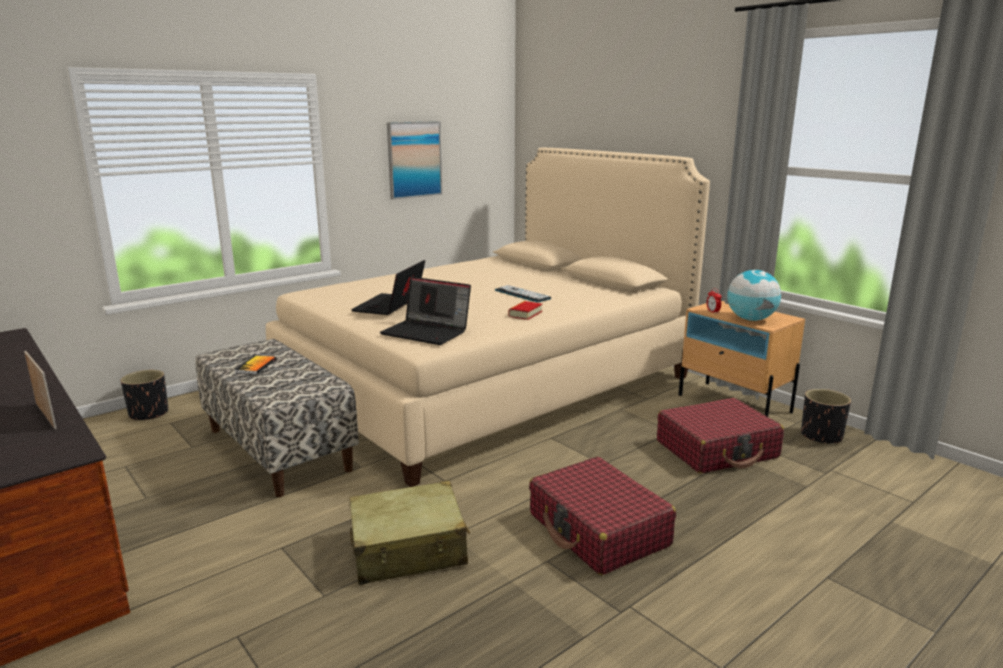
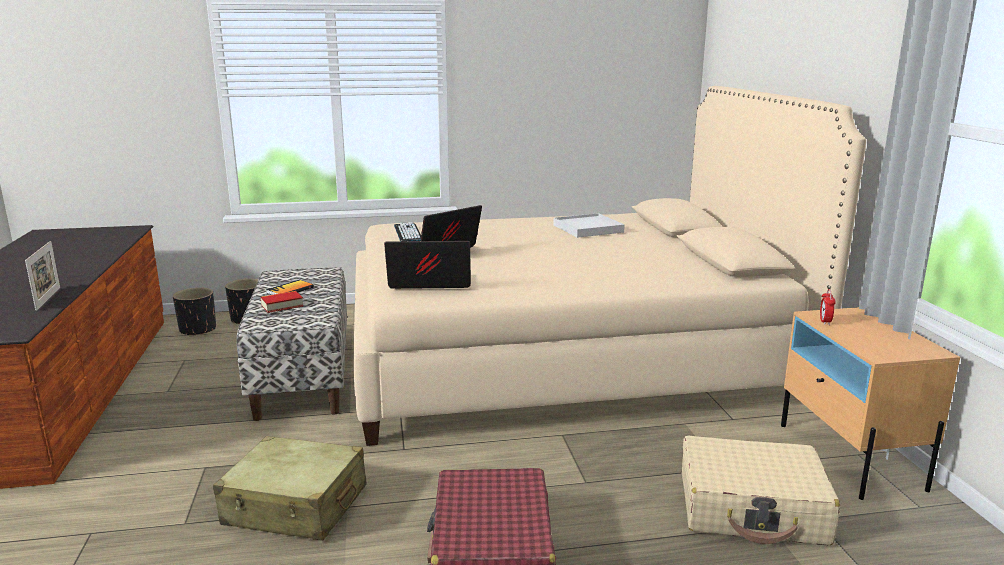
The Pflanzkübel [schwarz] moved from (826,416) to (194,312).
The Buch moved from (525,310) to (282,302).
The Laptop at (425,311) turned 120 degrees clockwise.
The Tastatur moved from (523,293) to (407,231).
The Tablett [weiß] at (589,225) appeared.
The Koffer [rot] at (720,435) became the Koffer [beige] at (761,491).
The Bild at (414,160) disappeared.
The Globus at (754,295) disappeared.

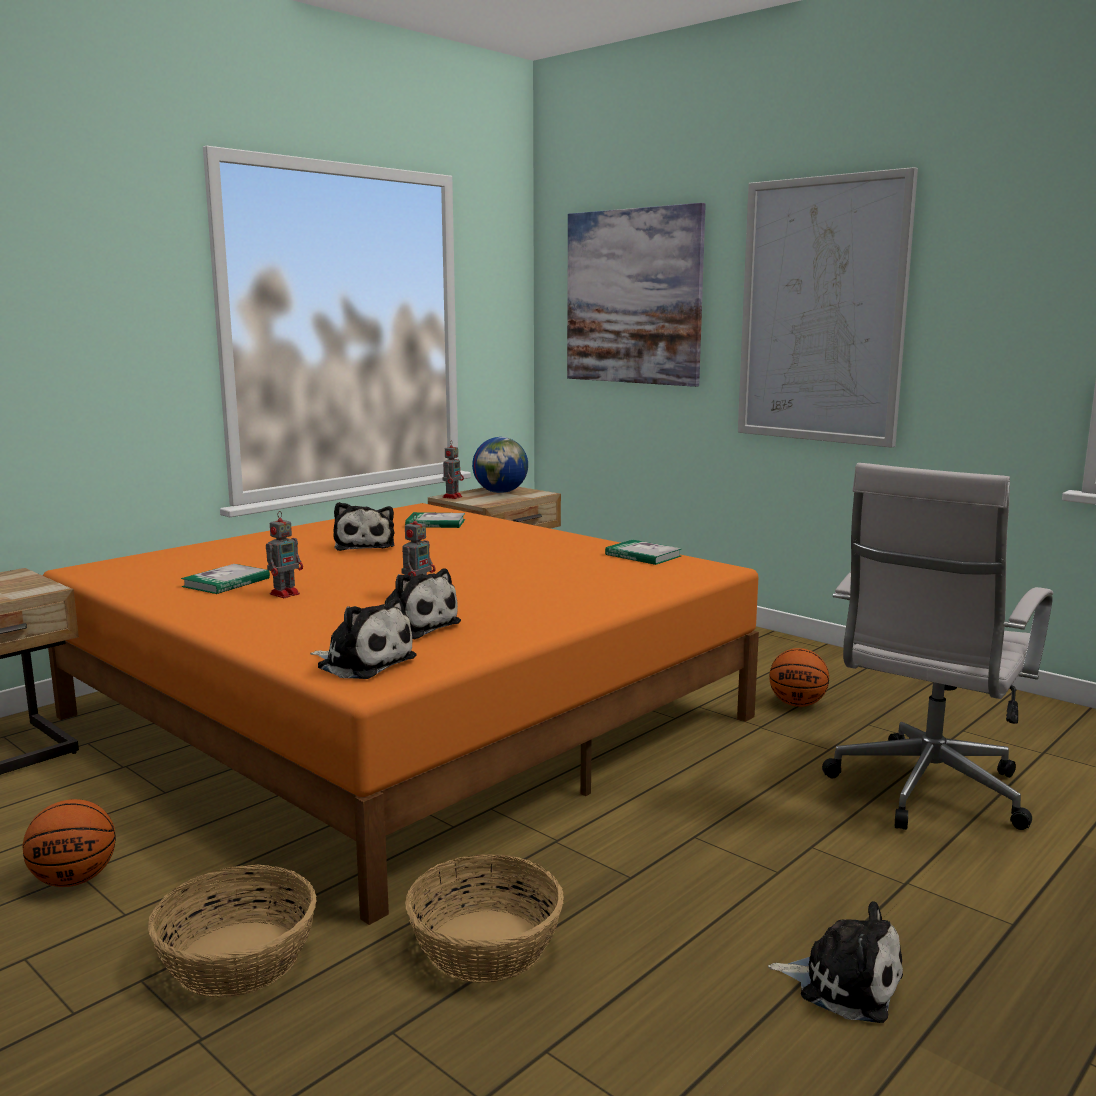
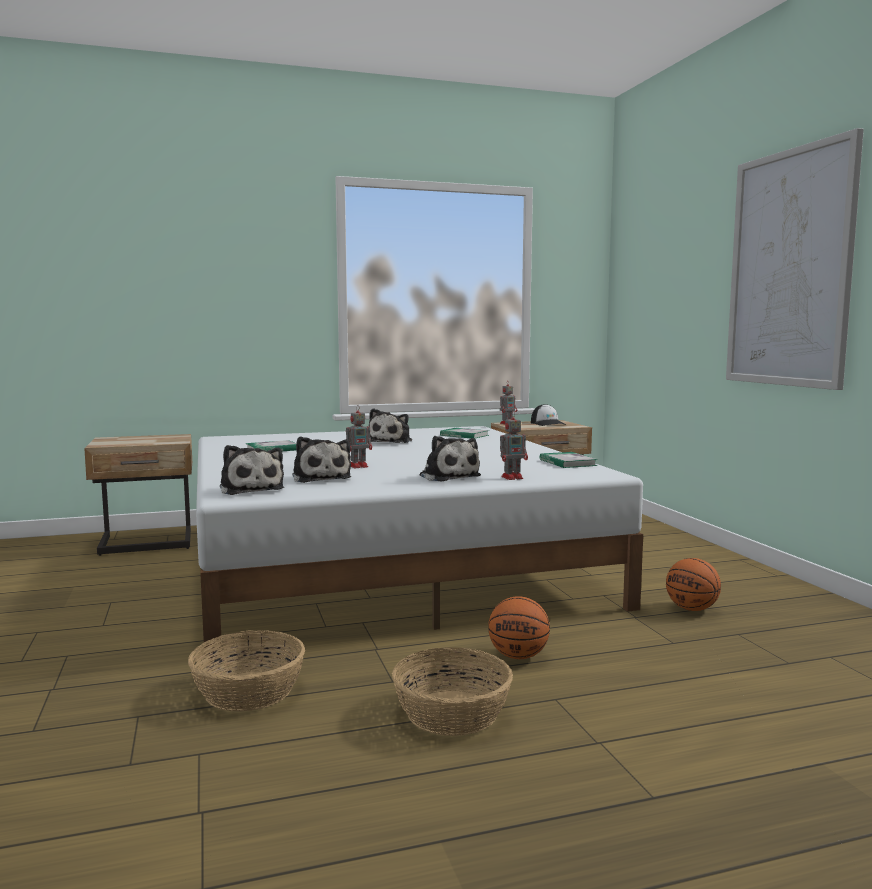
The Bett [orange] at (401,714) became the Bett [weiß] at (419,544).
The Korb moved from (232,931) to (452,691).
The Plüschtier moved from (835,962) to (450,459).
The Basketball moved from (69,843) to (519,627).
The Spielzeugroboter moved from (284,554) to (514,445).
The Globus at (500,465) was replaced by the Kappe at (548,415).
The Bild at (636,295) disappeared.
The Bürostuhl [weiß] at (937,646) disappeared.

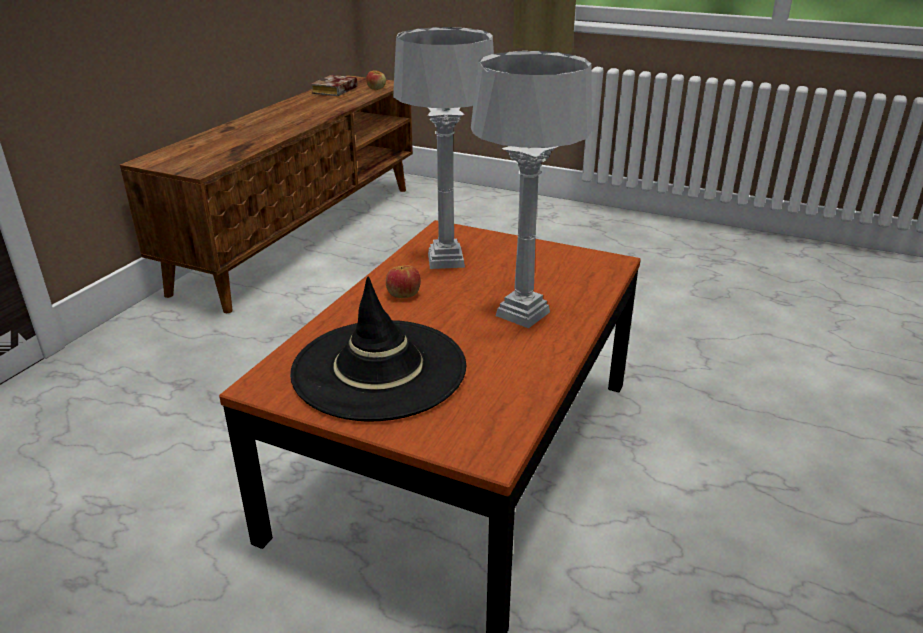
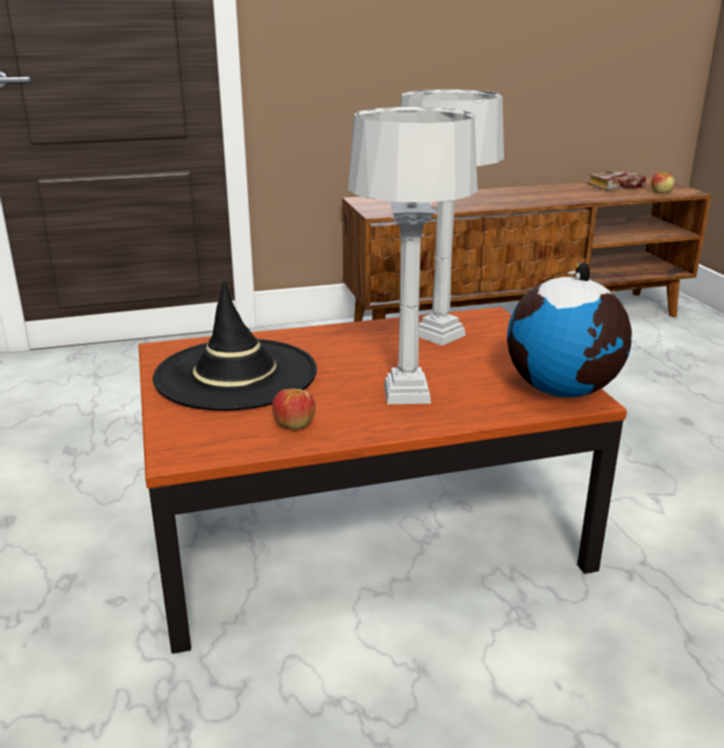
The Apfel moved from (403,281) to (294,409).
The Globus at (569,329) appeared.

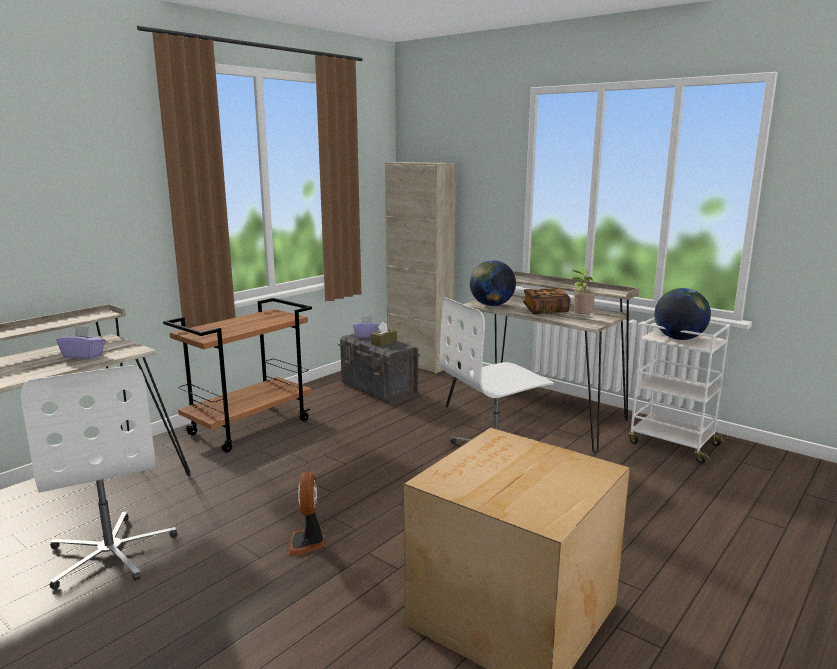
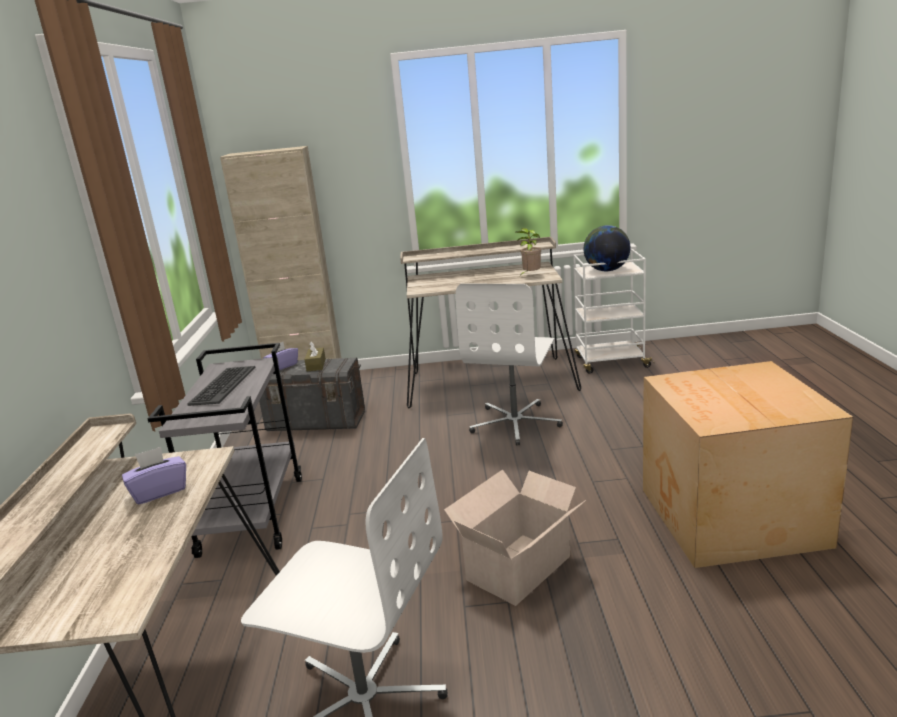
The Rollwagen [braun] at (237,375) became the Rollwagen [grau] at (225,450).
The Tastatur at (221,386) appeared.
The Ventilator at (307,514) was replaced by the Karton at (515,537).
The Globus at (493,283) disappeared.
The Buch at (547,301) disappeared.

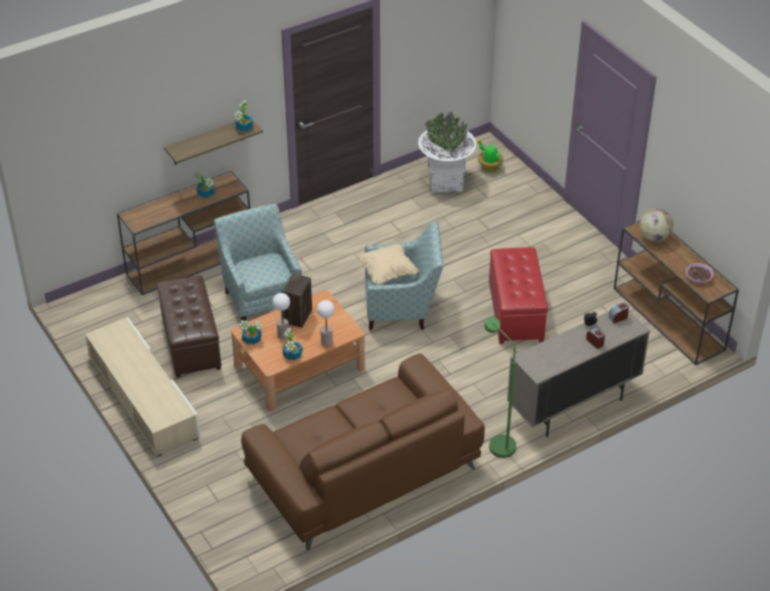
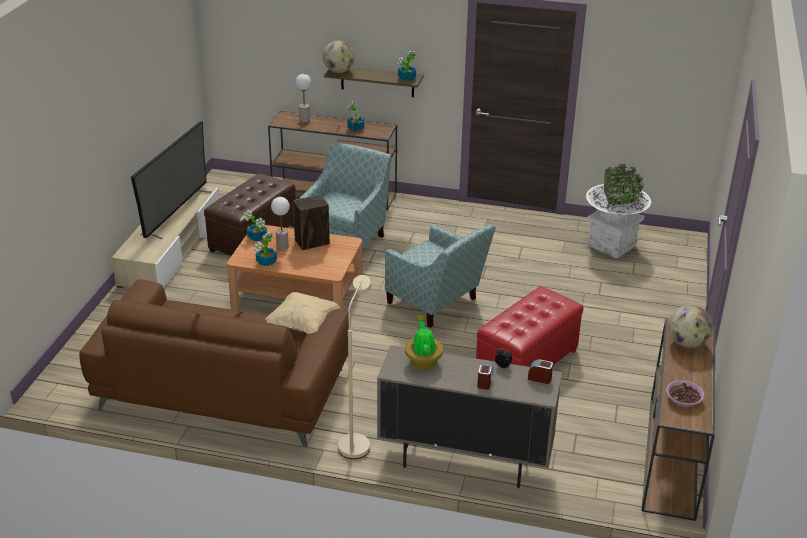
The Fernseher at (171,180) appeared.
The Kissen [beige] moved from (389,264) to (302,313).
The Tischlampe moved from (326,323) to (303,98).
The Globus at (339,56) appeared.
The Stehlampe [grün] at (500,387) became the Stehlampe [beige] at (354,367).
The Topfpflanze moved from (489,155) to (424,343).

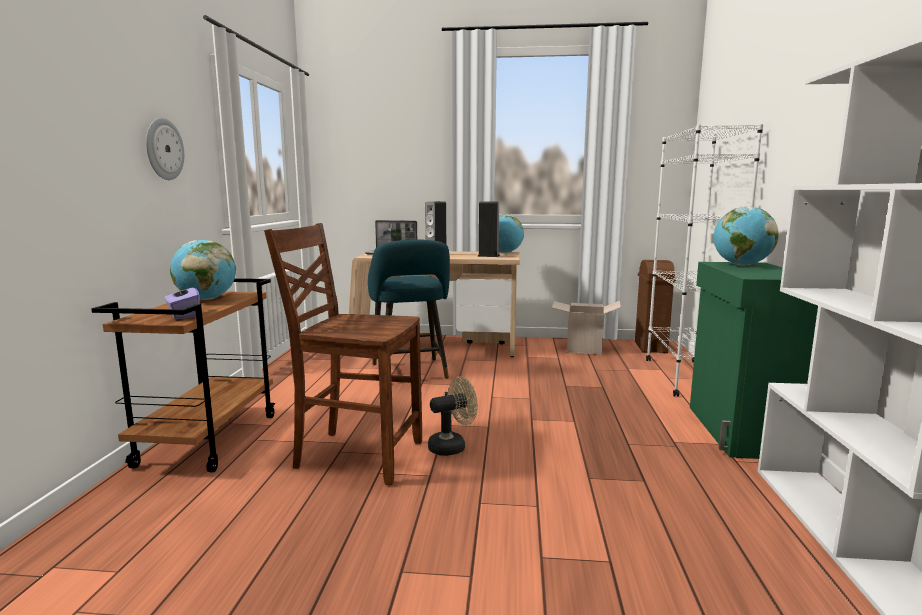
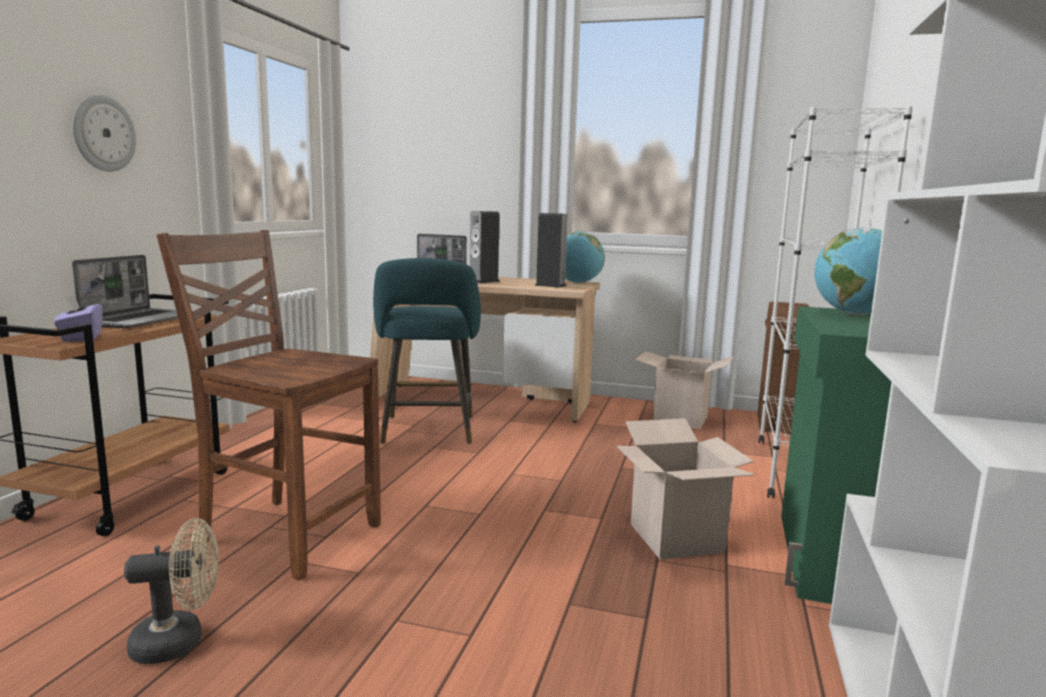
The Globus at (203,270) was replaced by the Laptop at (132,291).
The Ventilator [beige] moved from (453,416) to (171,591).
The Karton at (686,489) appeared.

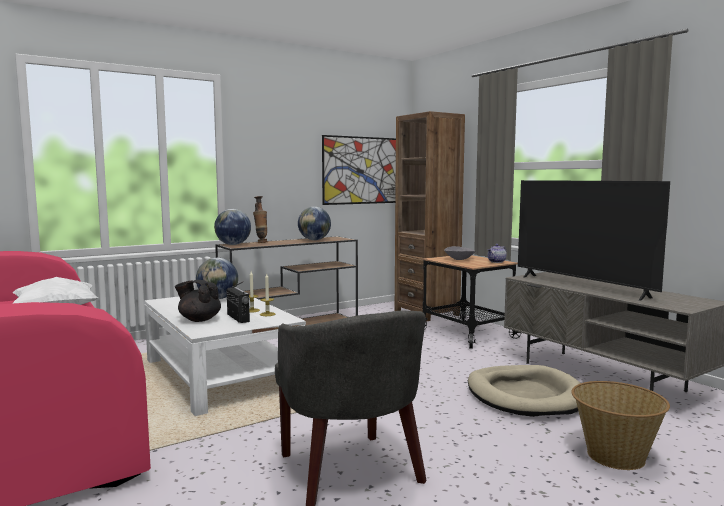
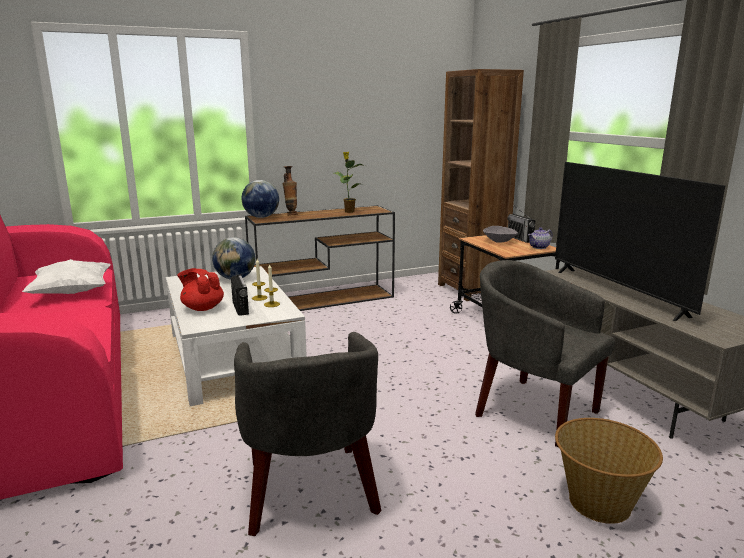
The Teekanne [schwarz] at (198,301) became the Teekanne [rot] at (200,289).
The Globus at (314,223) was replaced by the Topfpflanze at (349,182).
The Hundebett [beige] at (524,391) was replaced by the Sessel [grau] at (545,353).
The Radio at (521,224) appeared.
The Bild at (359,170) disappeared.

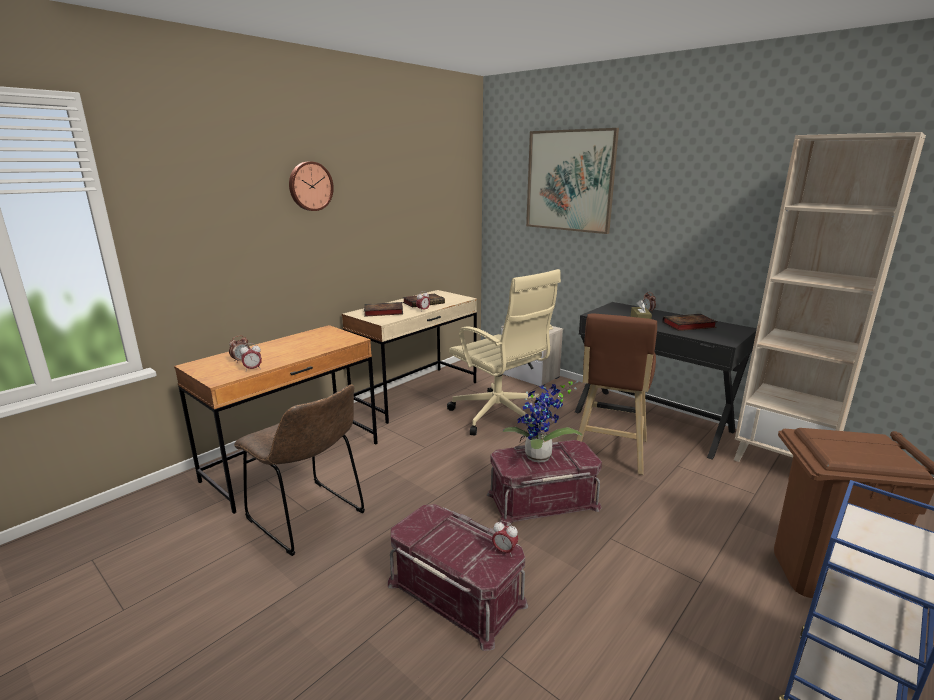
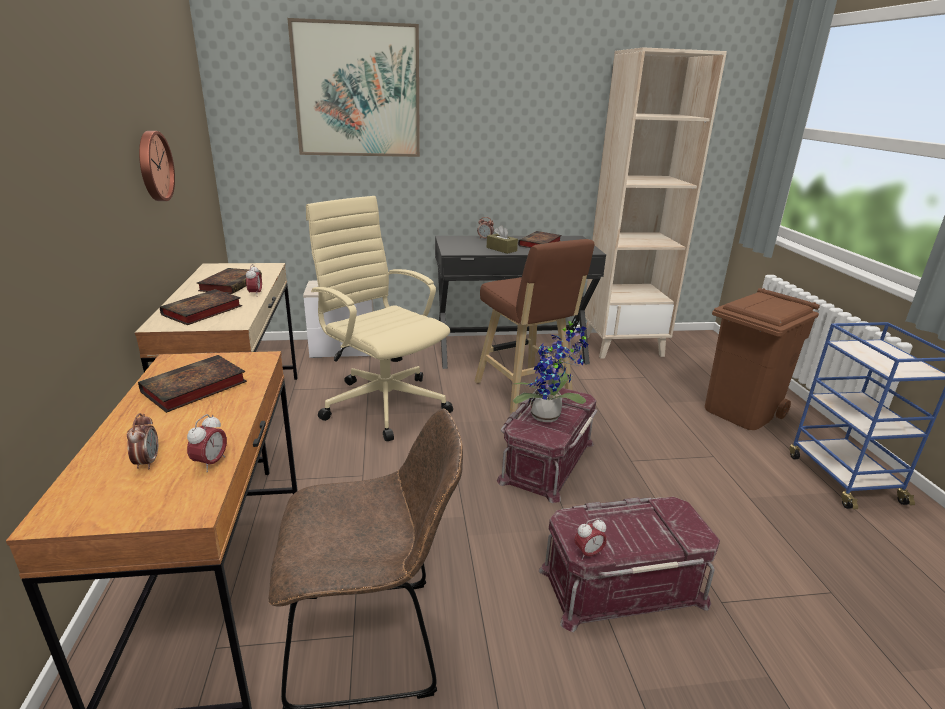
The Buch at (192,384) appeared.
The Wanduhr moved from (311,186) to (157,166).
The Bürostuhl [beige] at (504,352) turned 135 degrees counterclockwise.
The Wecker moved from (505,539) to (590,539).

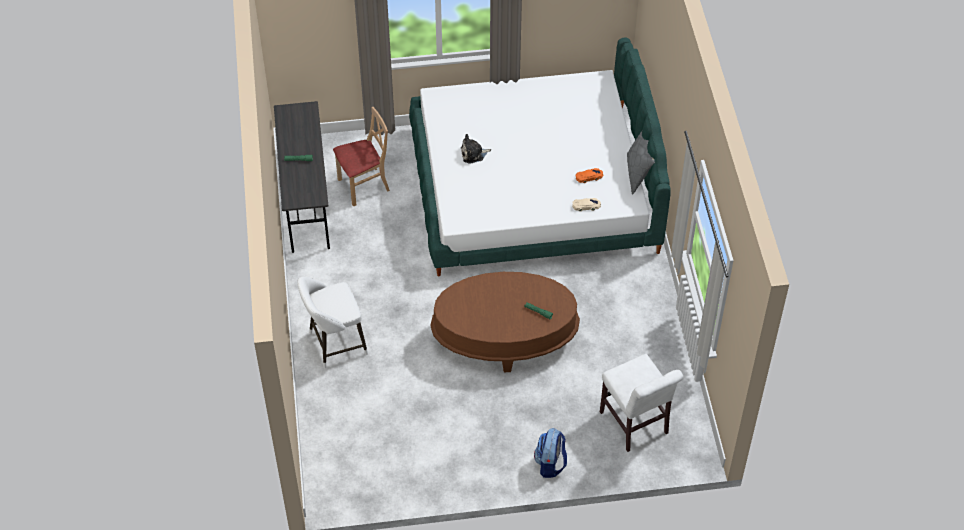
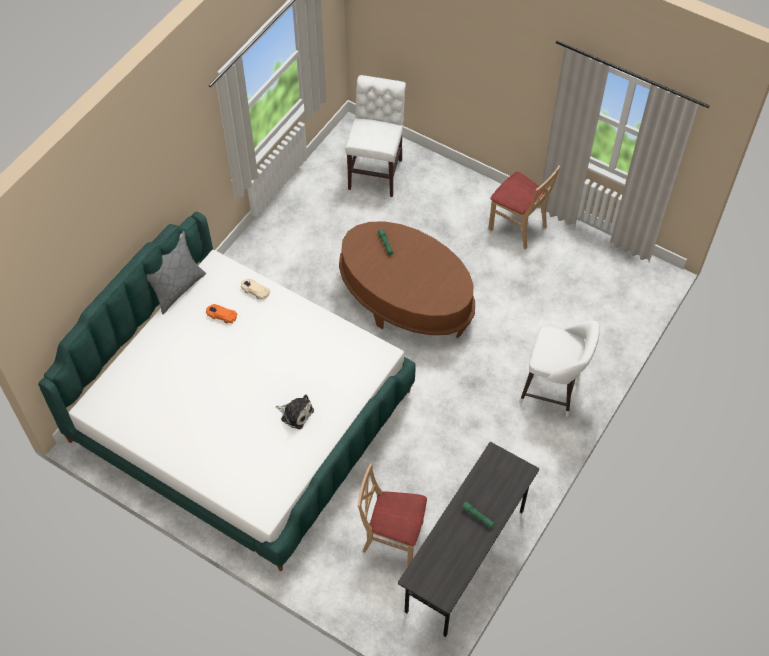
The Stuhl [beige] at (524,207) appeared.
The Rucksack at (550,453) disappeared.

